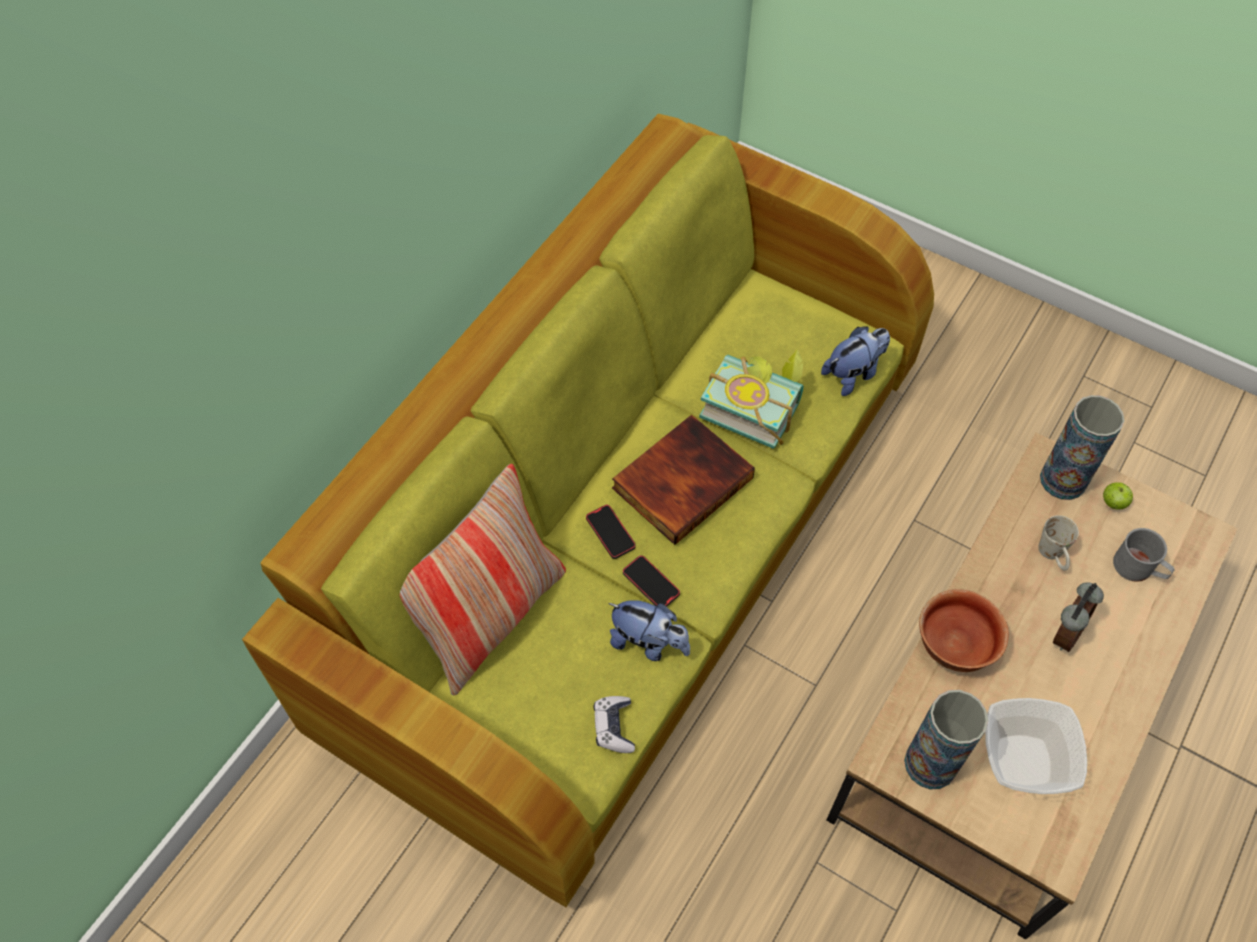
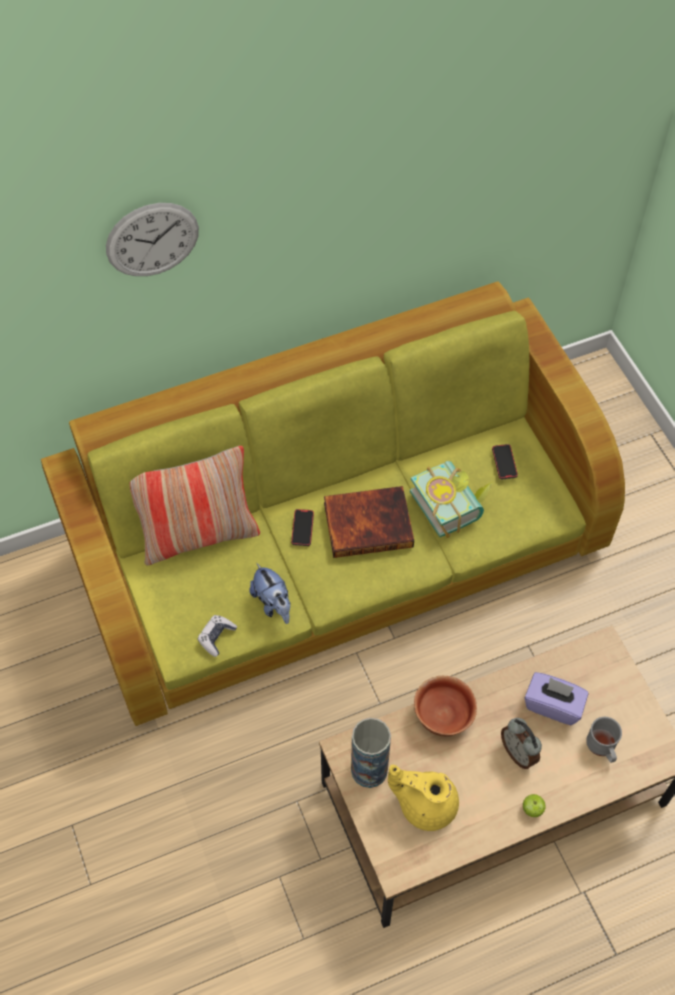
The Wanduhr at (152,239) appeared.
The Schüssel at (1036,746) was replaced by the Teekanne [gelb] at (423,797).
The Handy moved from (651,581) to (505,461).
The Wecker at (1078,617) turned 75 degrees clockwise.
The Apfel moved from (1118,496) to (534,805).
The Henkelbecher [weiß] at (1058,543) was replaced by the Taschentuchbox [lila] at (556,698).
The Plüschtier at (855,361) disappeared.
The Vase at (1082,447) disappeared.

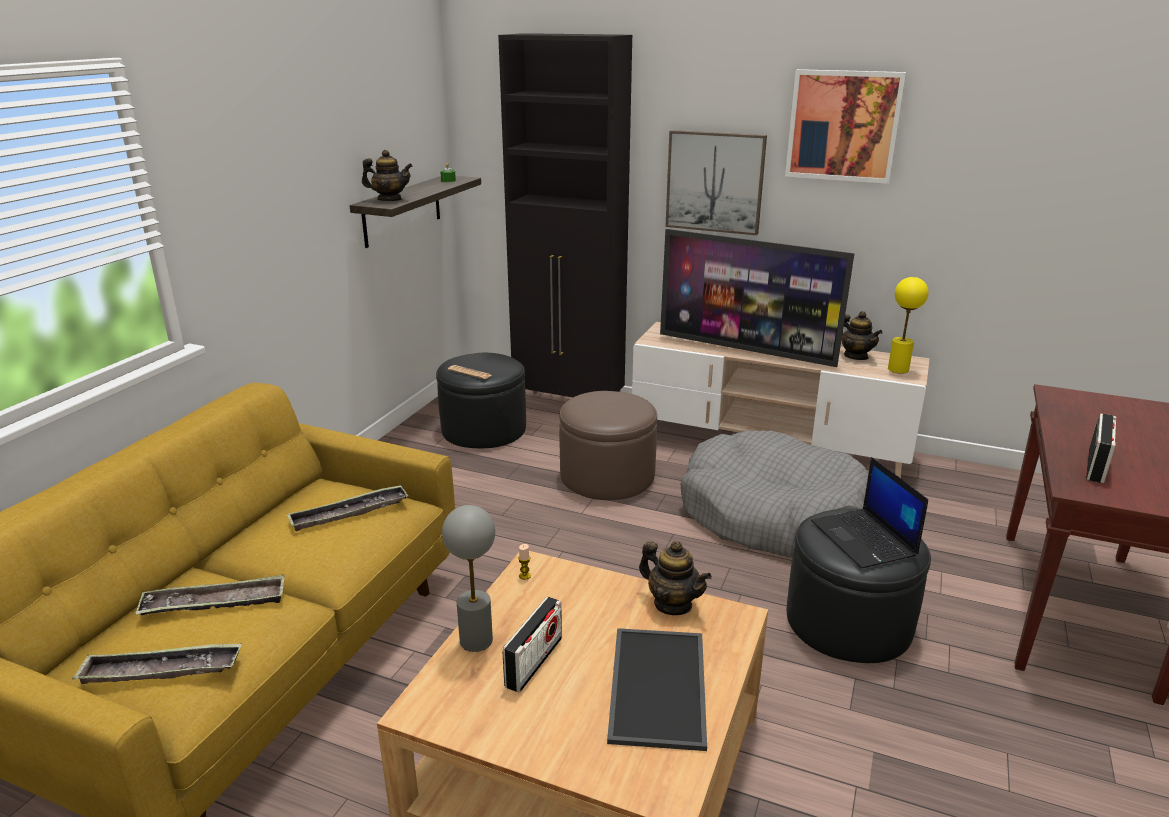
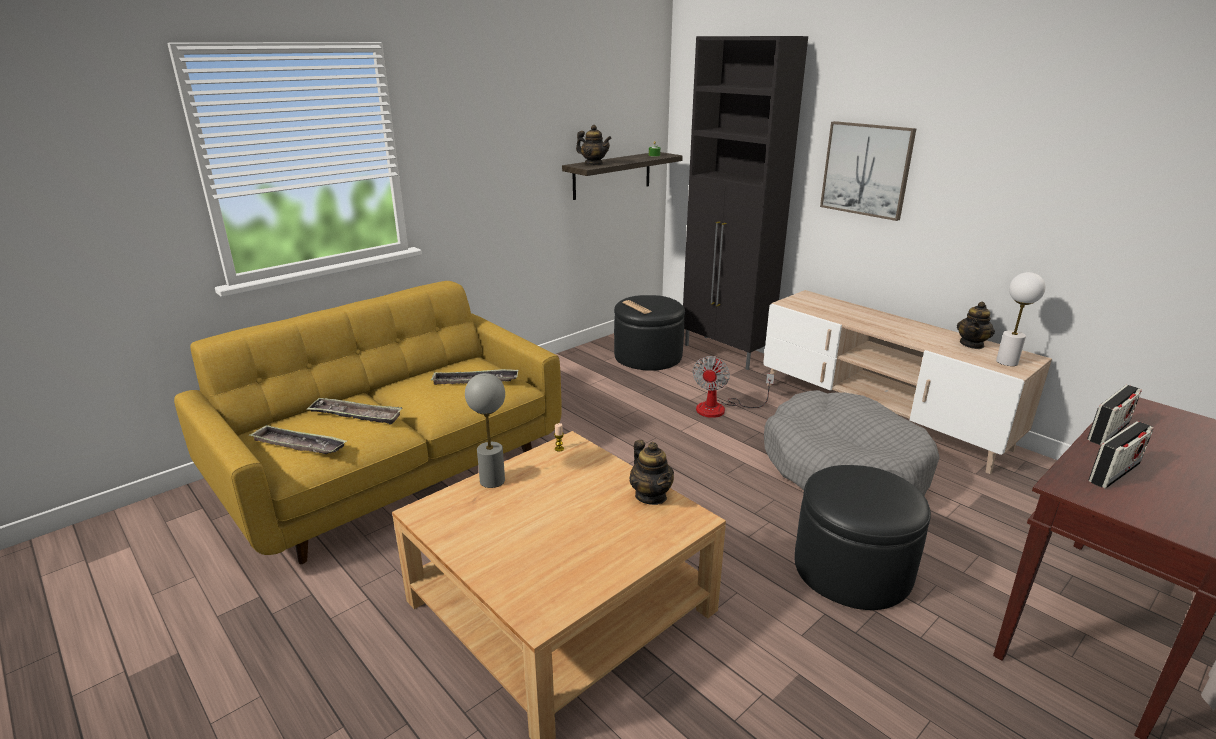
The Polsterhocker [braun] at (608,445) was replaced by the Ventilator at (733,387).
The Teekanne at (862,335) turned 45 degrees clockwise.
The Tischlampe [gelb] at (908,325) became the Tischlampe [weiß] at (1021,319).
The Radio moved from (532,645) to (1114,415).
The Tablett at (657,689) disappeared.
The Fernseher at (757,298) disappeared.
The Bild at (845,126) disappeared.
The Laptop at (869,513) disappeared.

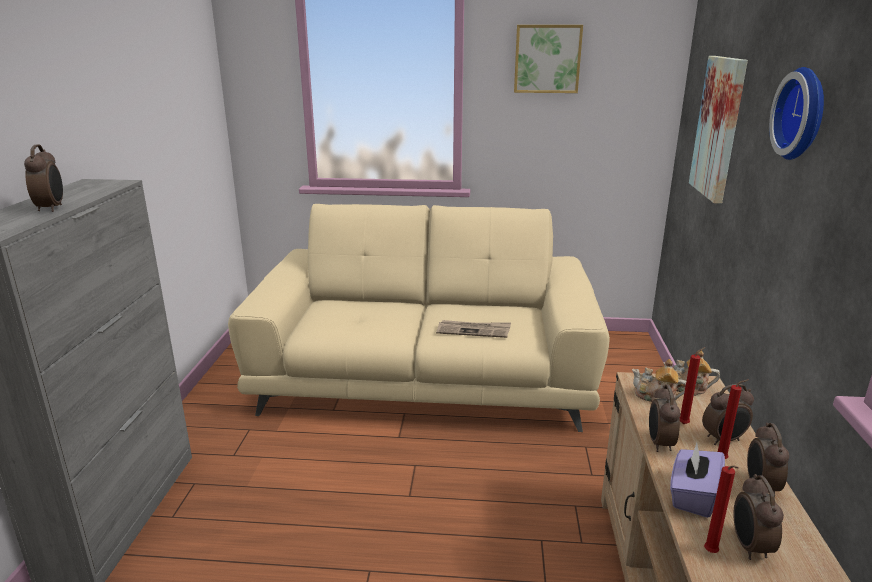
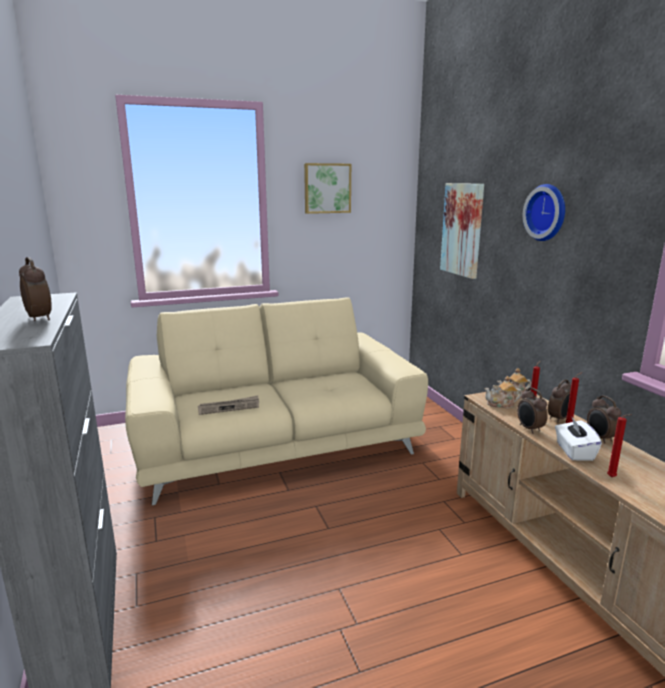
The Zeitung moved from (473,329) to (228,405).
The Taschentuchbox [lila] at (697,480) became the Taschentuchbox [weiß] at (578,439).
The Wecker at (758,517) disappeared.

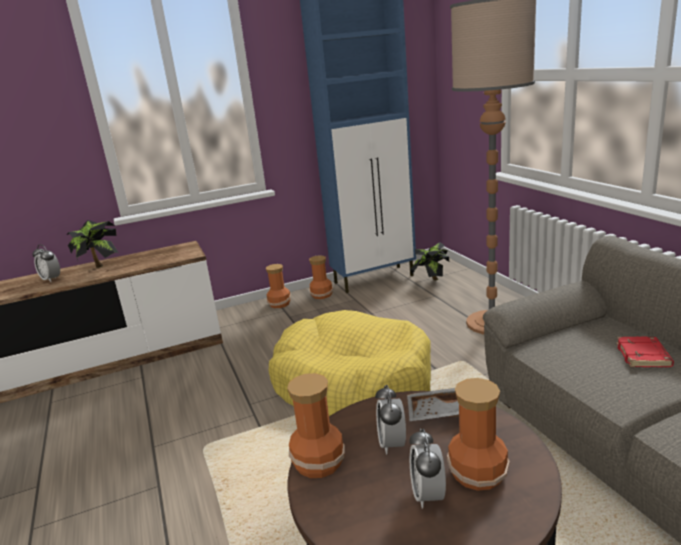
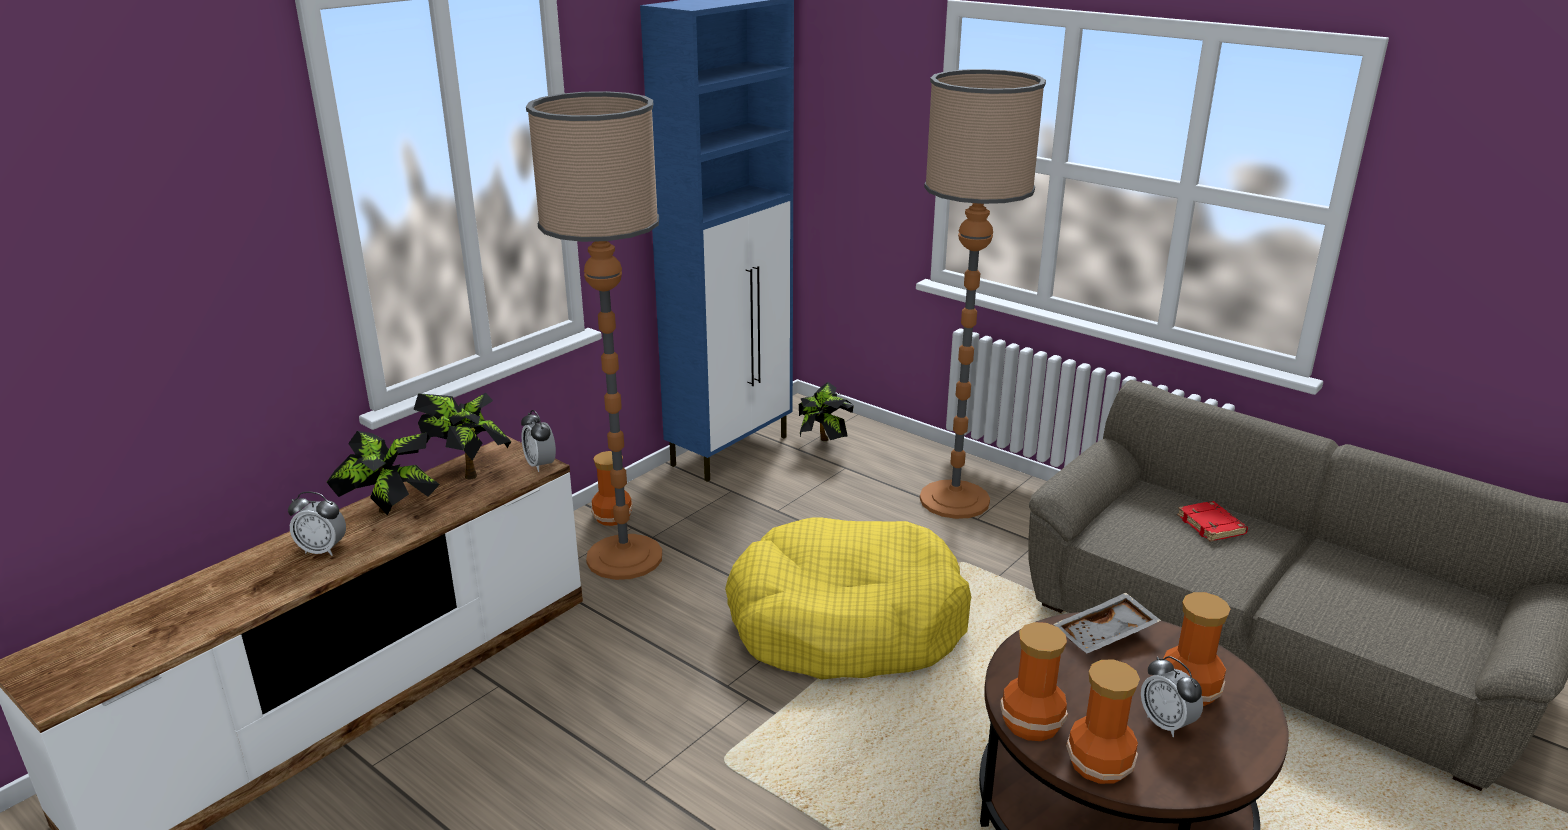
The Topfpflanze at (462,436) appeared.
The Wecker moved from (390,419) to (538,441).
The Stehlampe at (594,335) appeared.
The Vase moved from (321,277) to (1103,722).

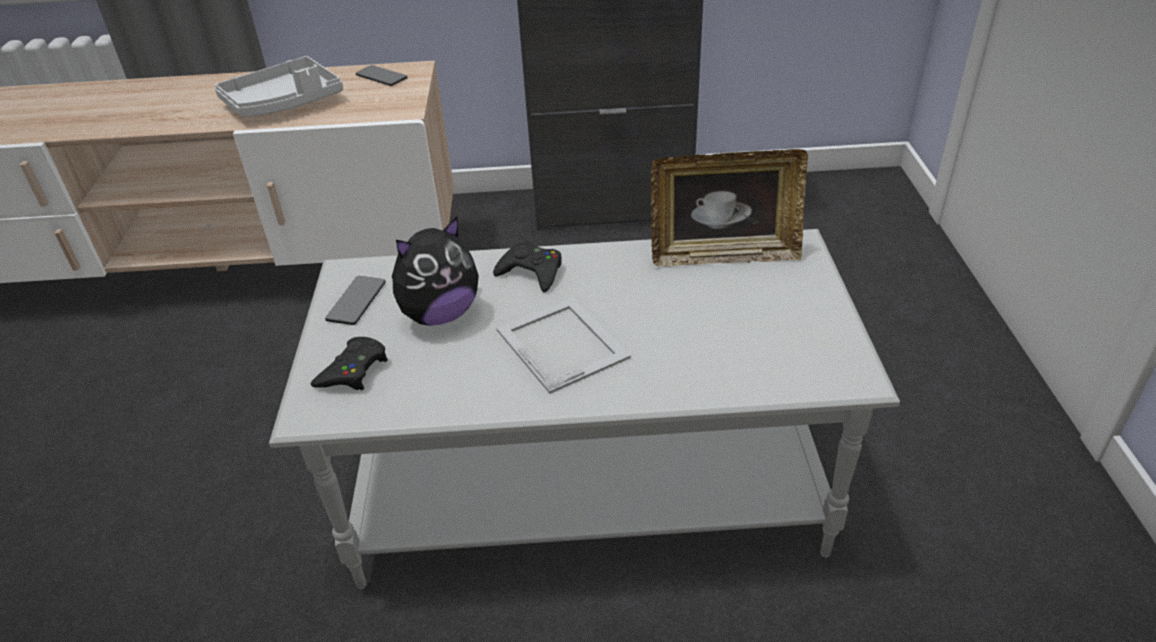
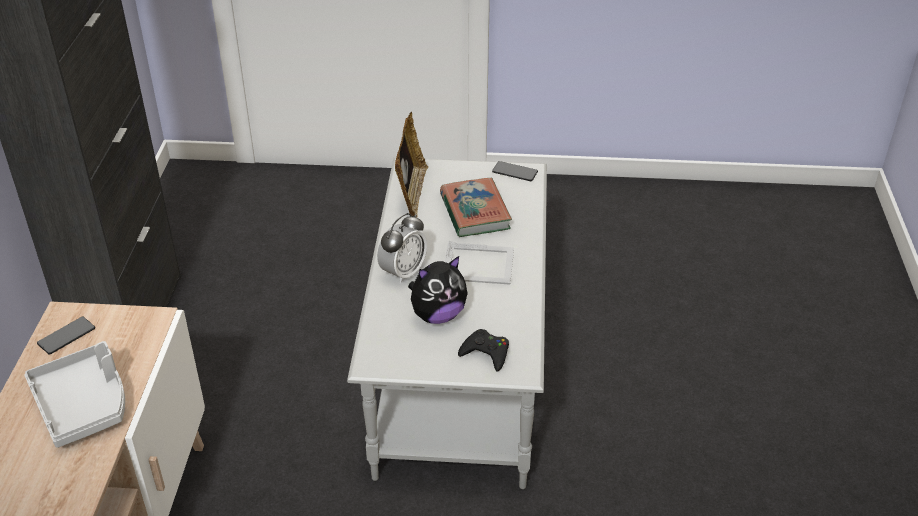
The Gamepad [schwarz] at (527,266) was replaced by the Wecker at (402,248).
The Plüschtier at (435,271) turned 90 degrees clockwise.
The Buch at (476,207) appeared.
The Bilderrahmen at (563,345) turned 150 degrees counterclockwise.
The Handy moved from (355,300) to (515,171).

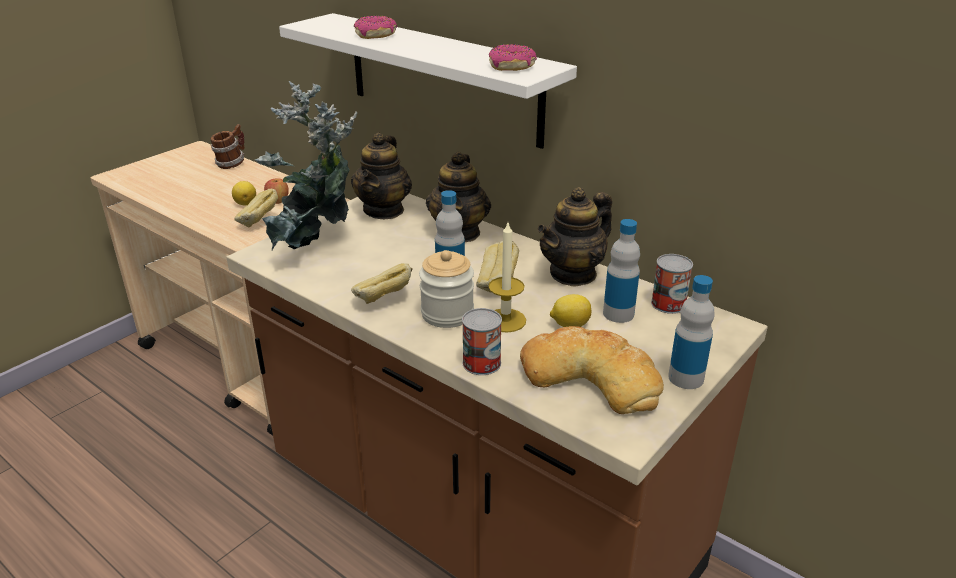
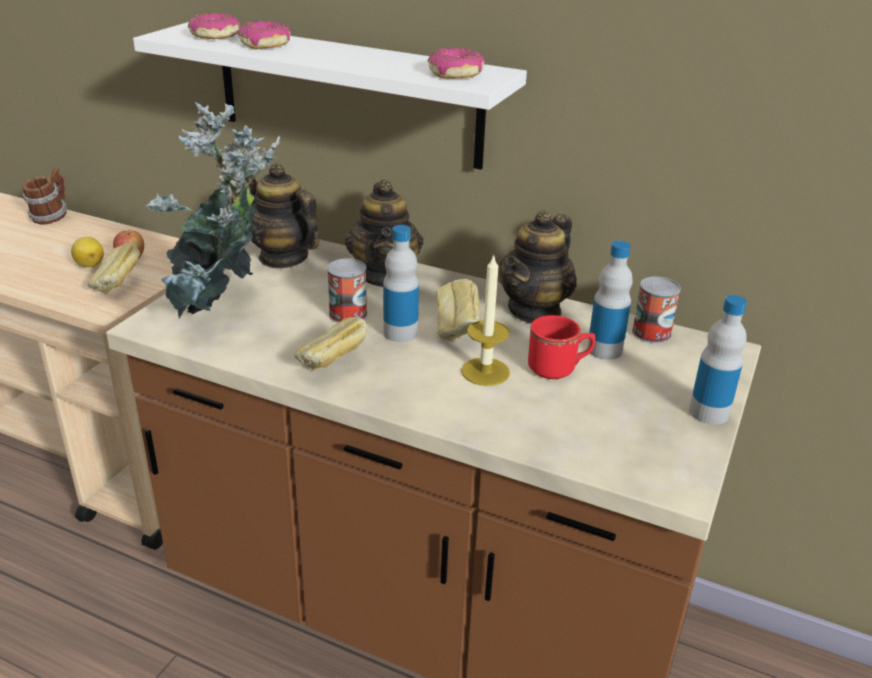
The Donut at (214,26) appeared.
The Teekanne at (381,176) turned 135 degrees clockwise.
The Dose moved from (482,341) to (347,290).
The Zitrone at (570,310) was replaced by the Henkelbecher [rot] at (561,347).
The Vorratsglas at (446,289) disappeared.
The Brot at (592,370) disappeared.

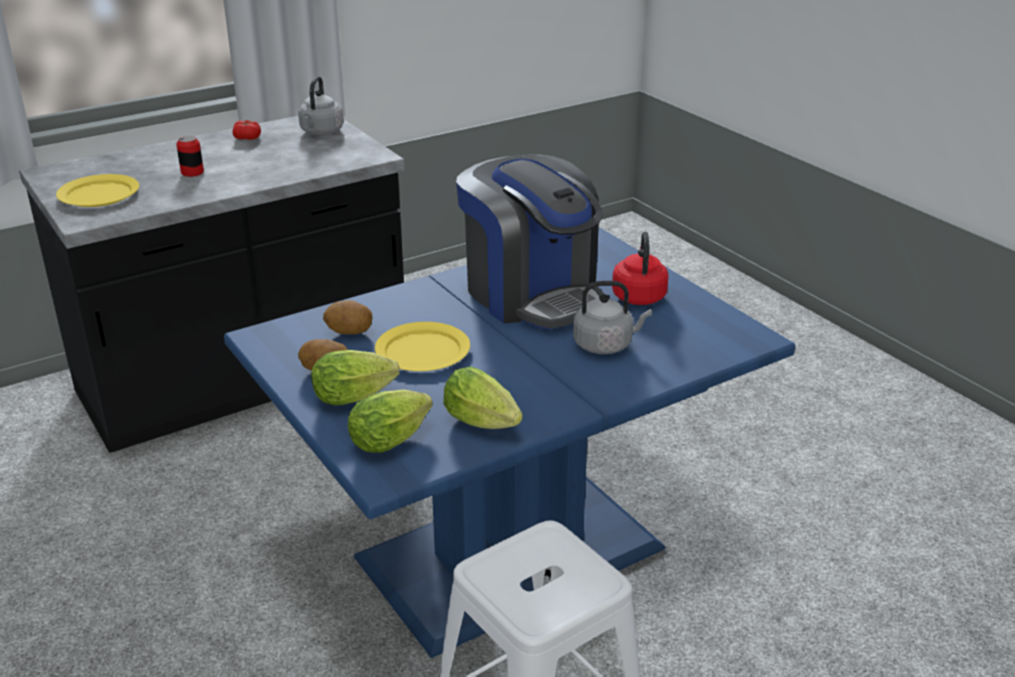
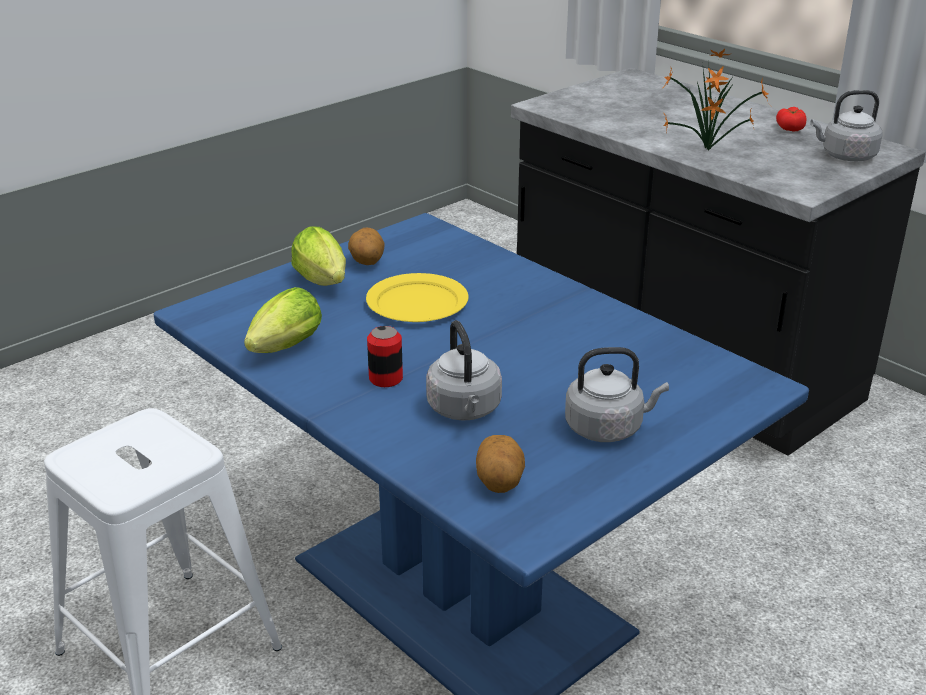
The Dose moved from (190,156) to (385,356).
The Kartoffel moved from (348,317) to (500,464).
The Wasserkessel [rot] at (640,268) became the Wasserkessel [grau] at (617,394).
The Topfpflanze at (716,100) appeared.
The Teller [gelb] at (97,190) disappeared.
The Salatkopf at (390,421) disappeared.
The Kaffeemaschine at (530,242) disappeared.

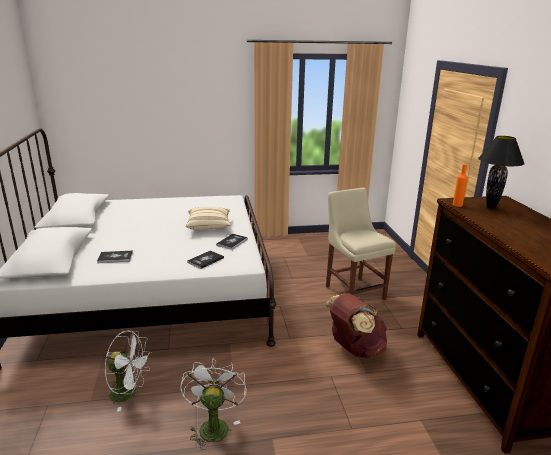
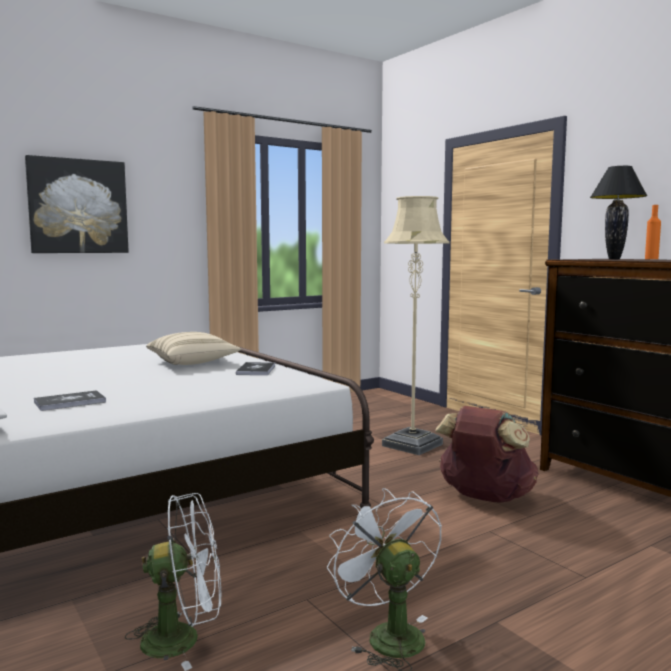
The Bild at (77,204) appeared.
The Stuhl [beige] at (361,244) was replaced by the Stehlampe [beige] at (415,325).
The Flasche [orange] moved from (460,185) to (653,232).
The Buch at (205,259) disappeared.

